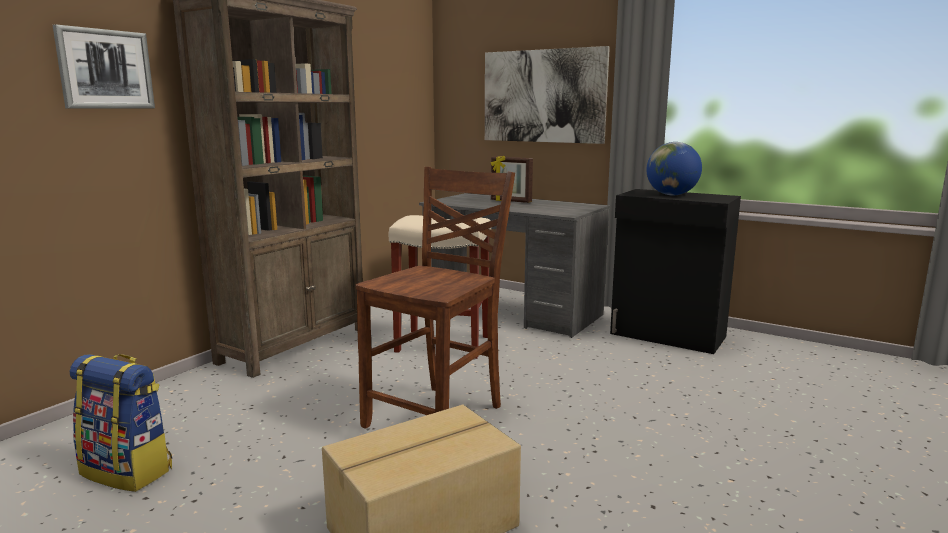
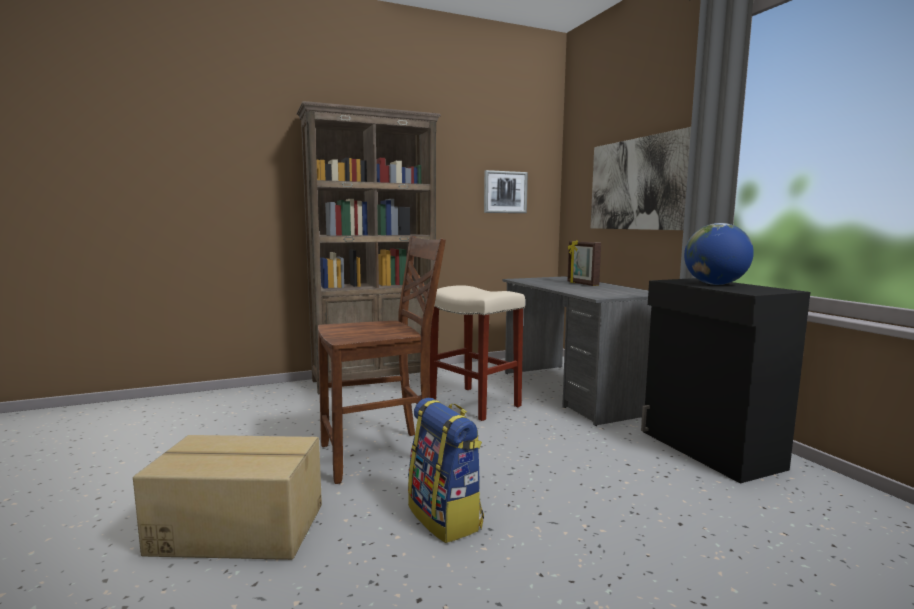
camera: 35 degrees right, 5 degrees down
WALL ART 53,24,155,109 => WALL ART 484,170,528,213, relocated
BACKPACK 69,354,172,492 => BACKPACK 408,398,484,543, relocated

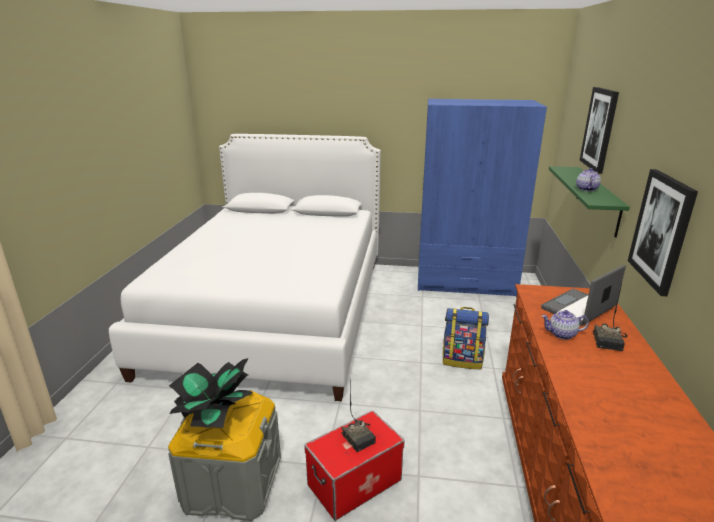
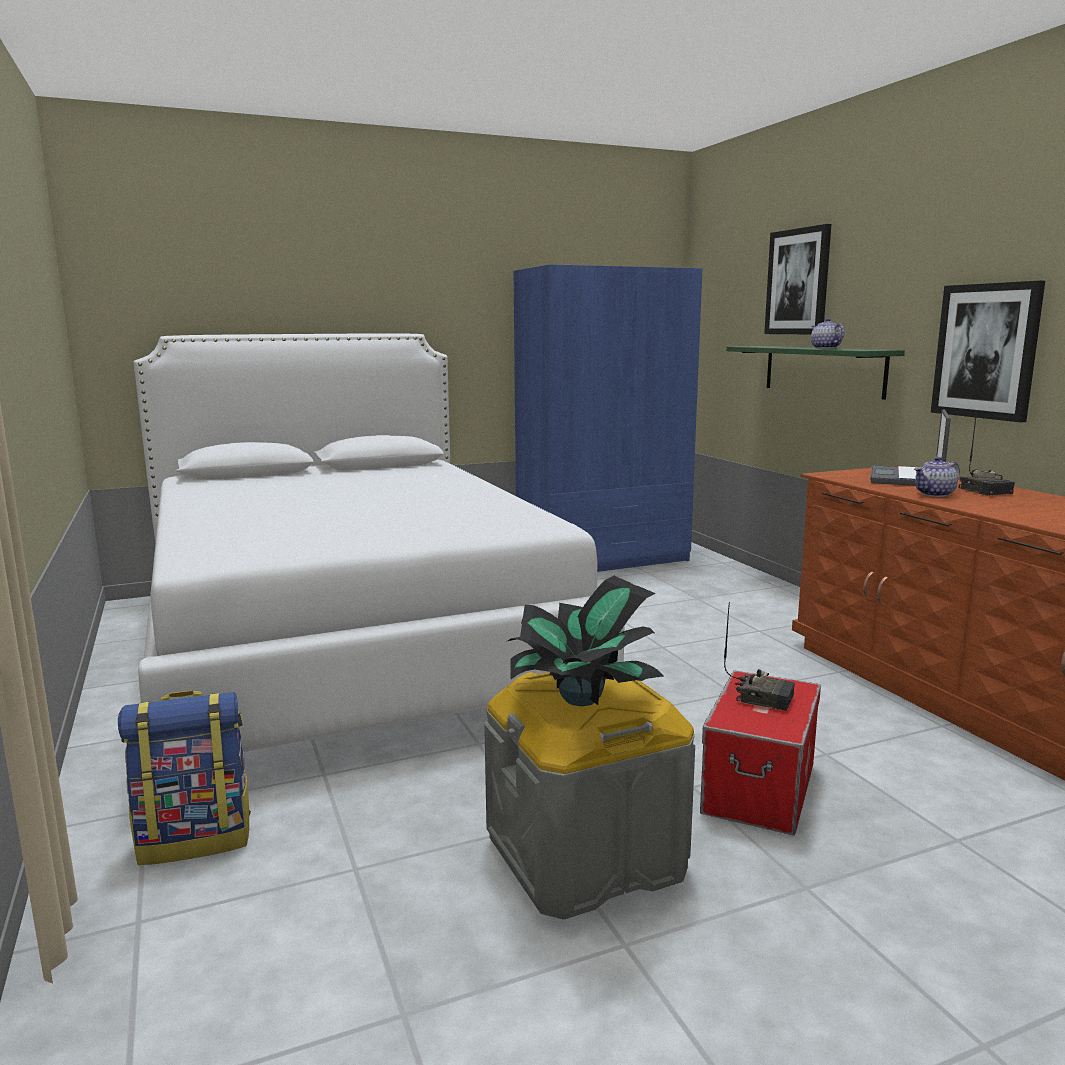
camera: 30 degrees left, 10 degrees down
BACKPACK 443,307,489,369 => BACKPACK 118,690,251,865, relocated

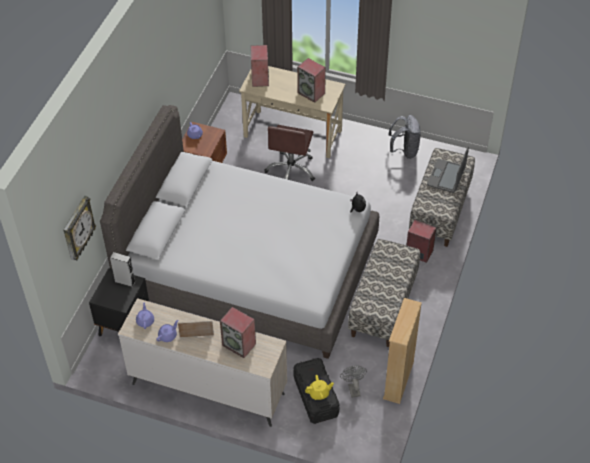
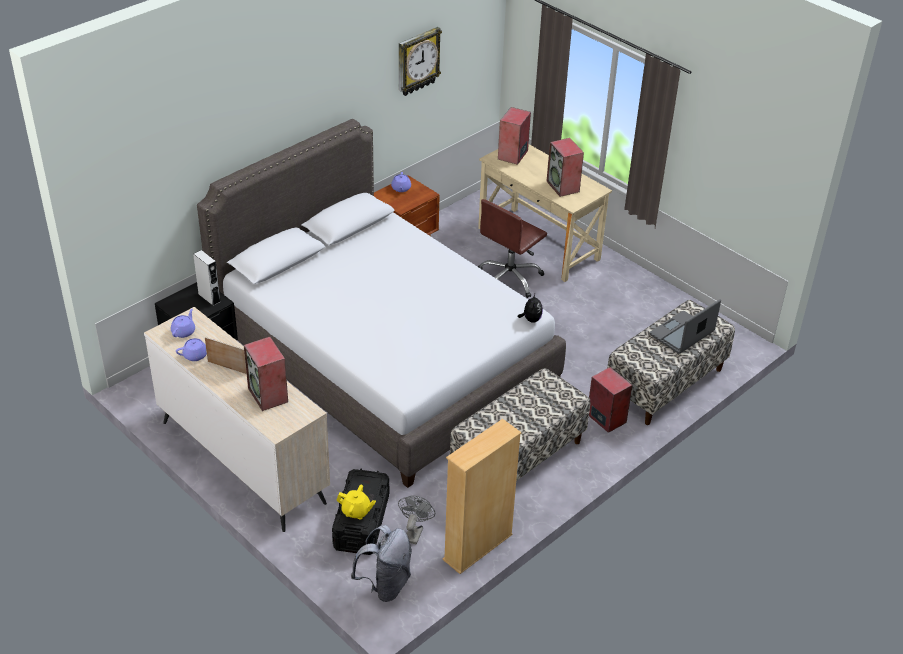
camera: 25 degrees right, 10 degrees down
CLOCK ON THE WALL 63,196,96,260 => CLOCK ON THE WALL 399,27,442,96, relocated
GREYISH BACKPACK 388,115,421,159 => GREYISH BACKPACK 351,525,412,602, relocated

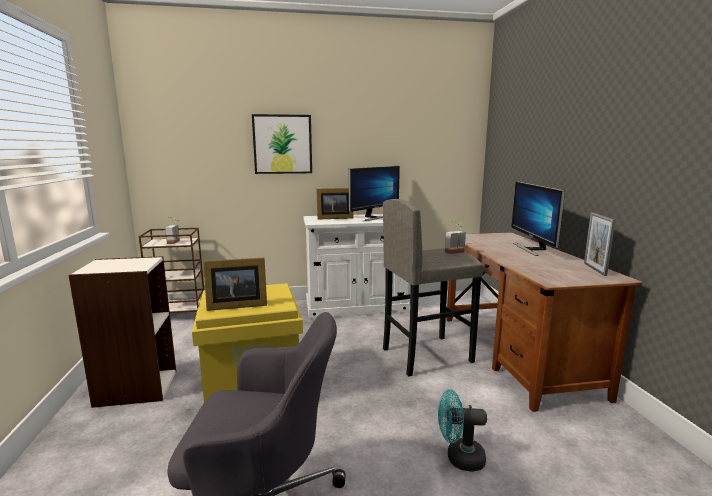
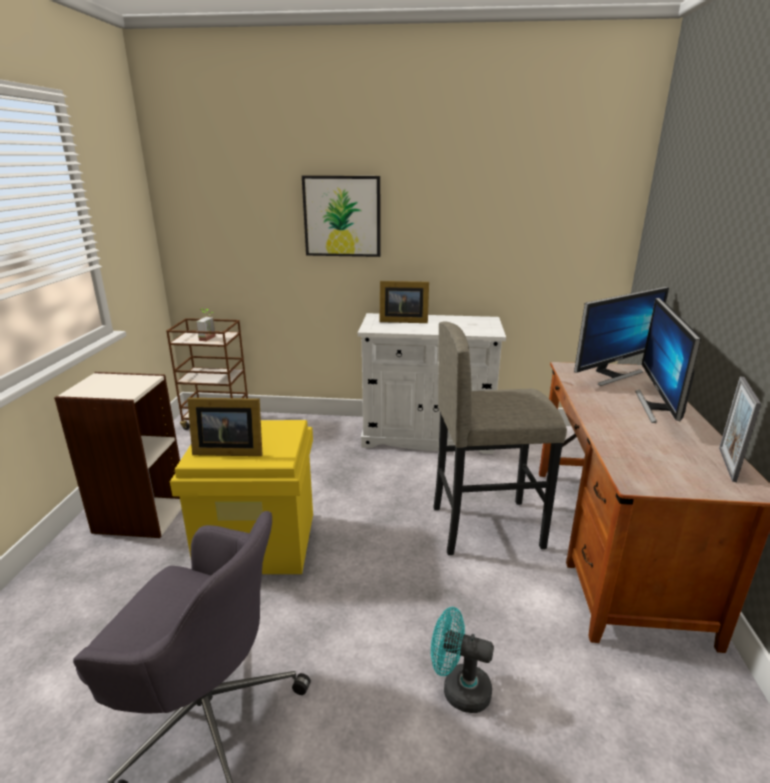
camera: 15 degrees right, 10 degrees up
MONITOR 349,166,400,221 => MONITOR 574,286,669,386, relocated
POTTED PLANT 445,221,466,254 => nothing

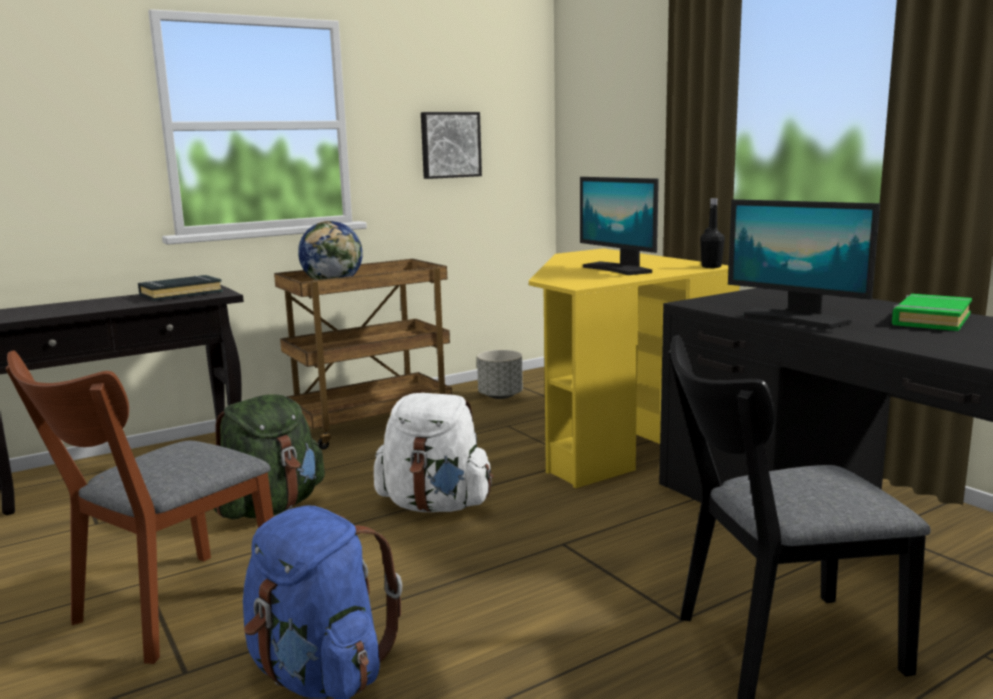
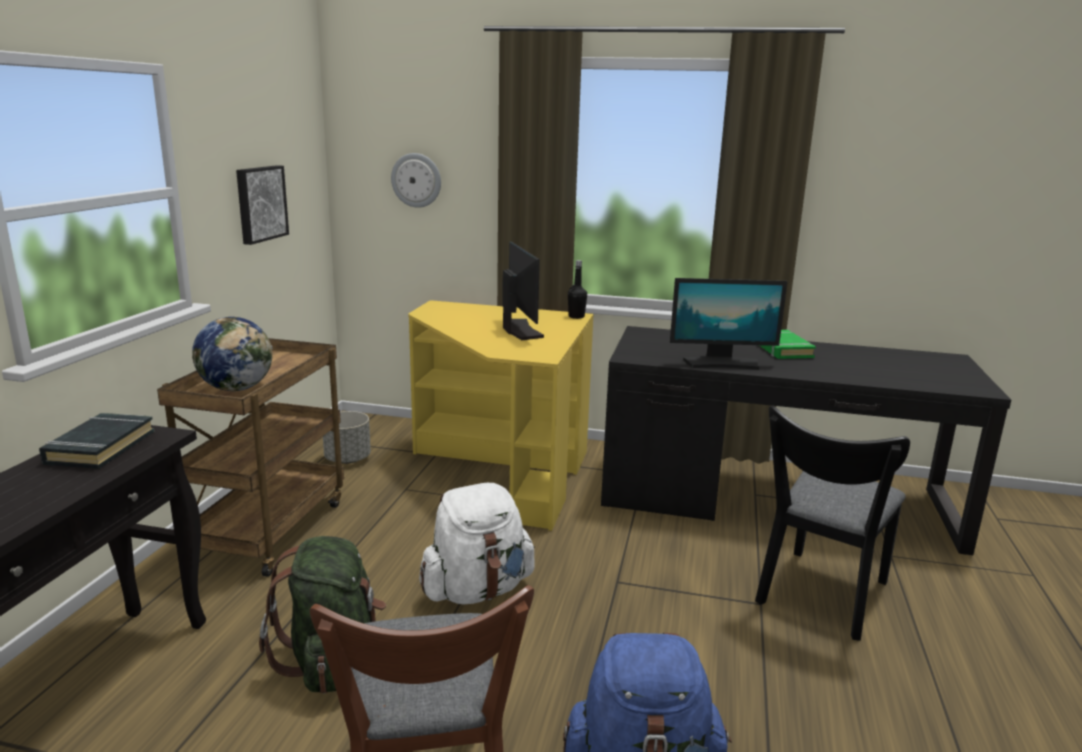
camera: 45 degrees left, 5 degrees up
MONITOR 580,177,659,275 => MONITOR 502,241,544,340, 120 degrees counterclockwise
nothing => CLOCK ON THE WALL 391,153,441,208

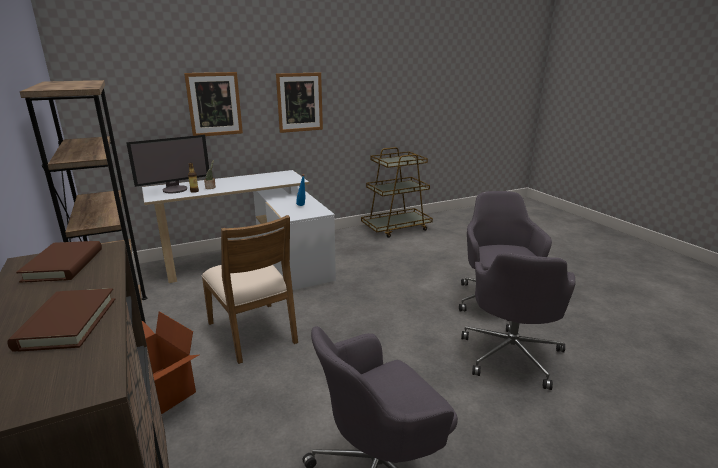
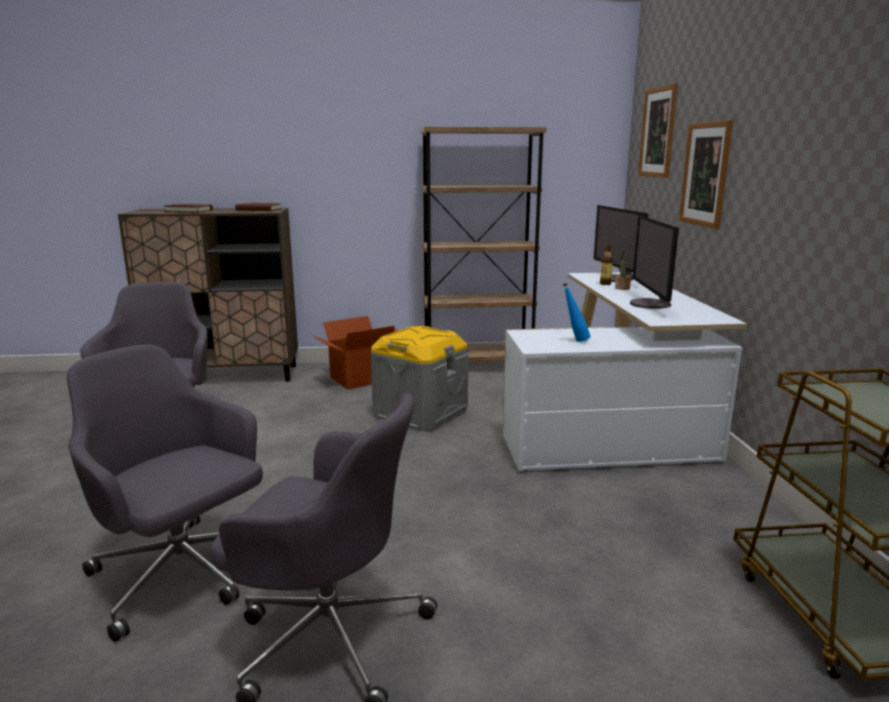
camera: 110 degrees right, 5 degrees down
BROWN-COLOURED CHAIR 202,215,298,364 => GREYISH STORAGE BIN 371,326,469,431
WALL ART 276,72,323,133 => WALL ART 638,83,678,178, relocated
nothing => MONITOR 630,215,679,309

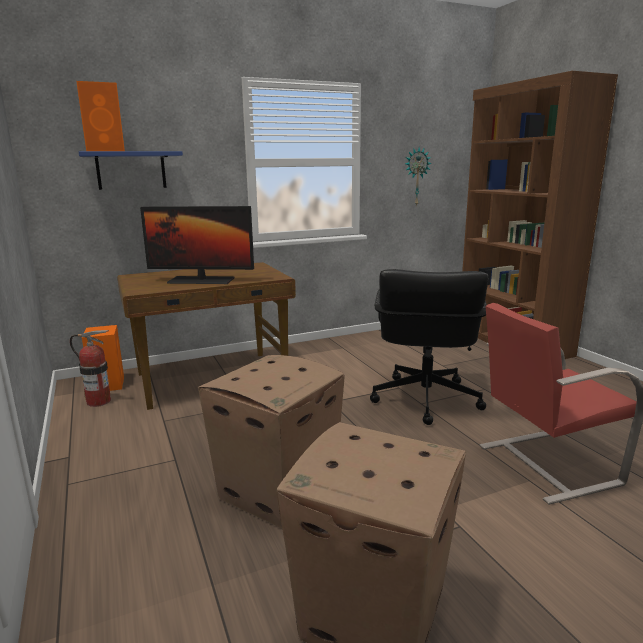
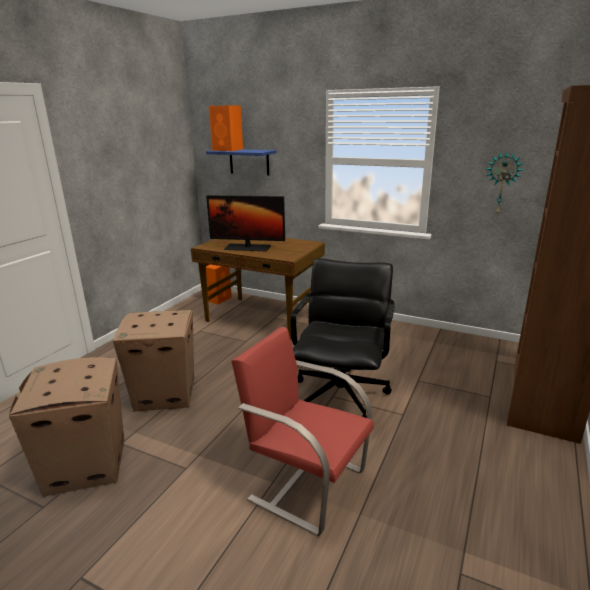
camera: 50 degrees right, 5 degrees up
FIRE-FIGHTING CYLINDER 70,330,111,407 => nothing
MONITOR 140,206,254,284 => MONITOR 206,195,285,251, 45 degrees counterclockwise
BLACK-COLOURED COMPUTER CHAIR 370,269,488,425 => BLACK-COLOURED COMPUTER CHAIR 291,258,395,418, 135 degrees clockwise

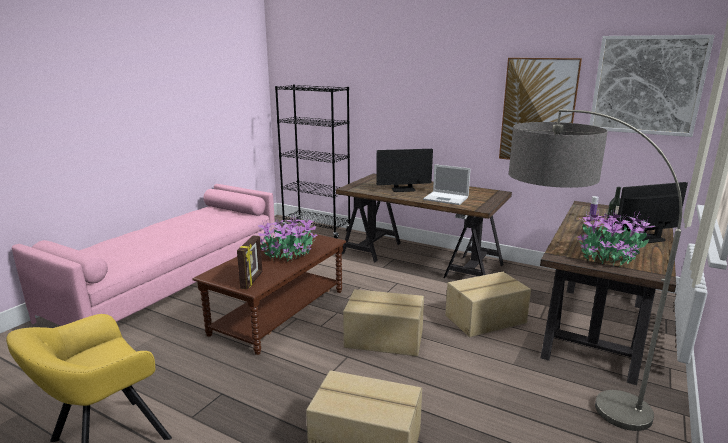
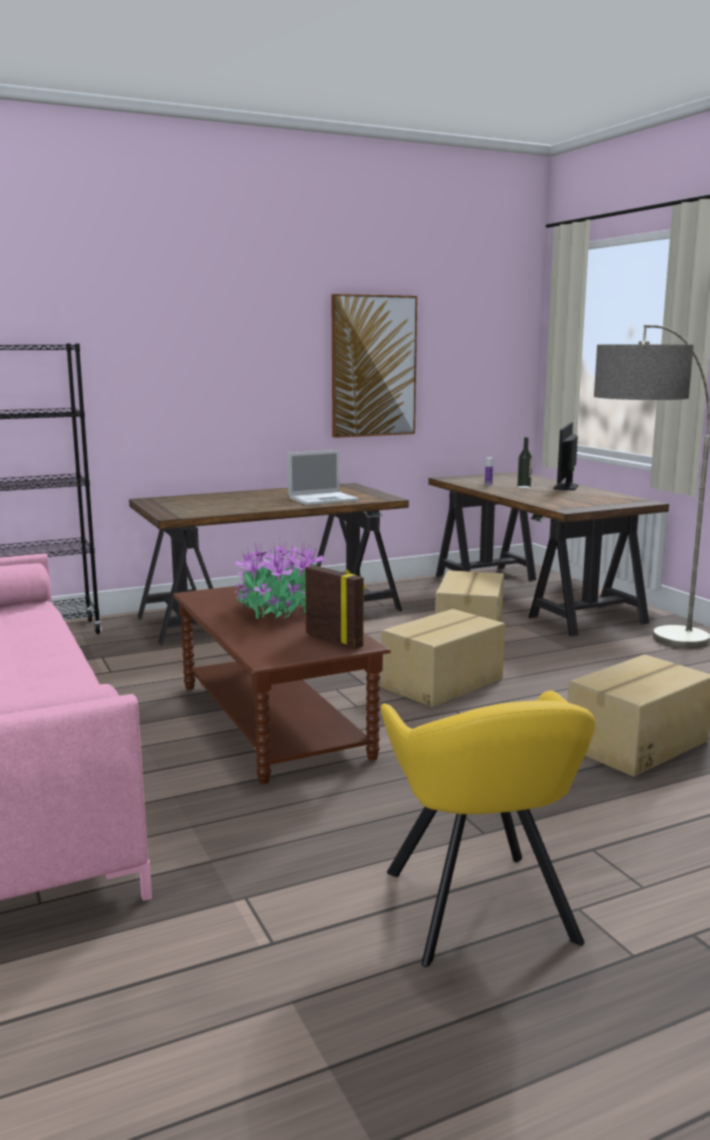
camera: 55 degrees left, 5 degrees down
MONITOR 376,149,433,192 => nothing
POTTED PLANT 577,208,655,267 => nothing
WALL ART 590,35,715,137 => nothing

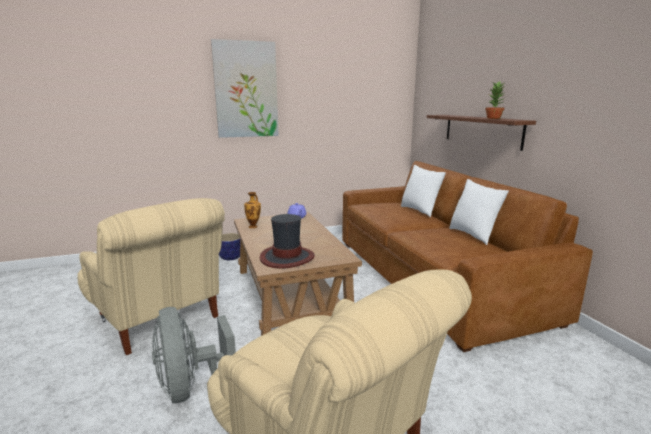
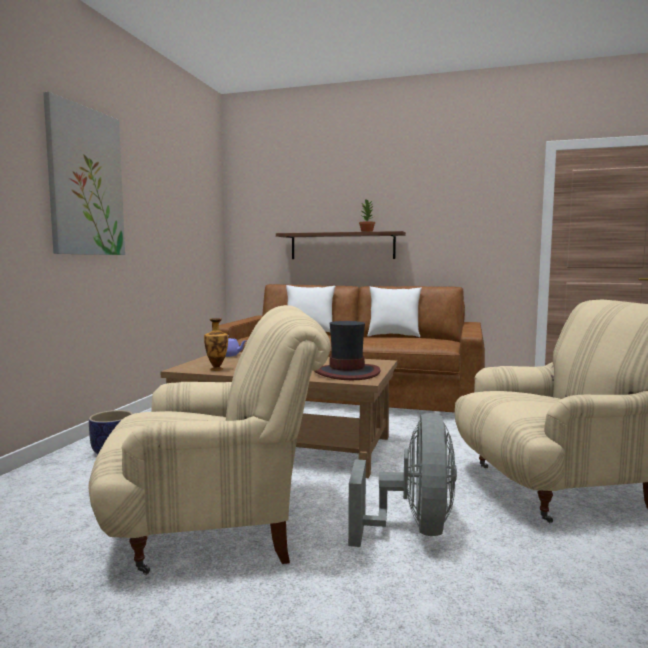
camera: 55 degrees left, 10 degrees down
GREYISH ELECTRIC FAN 152,307,236,403 => GREYISH ELECTRIC FAN 348,413,457,547, 90 degrees counterclockwise

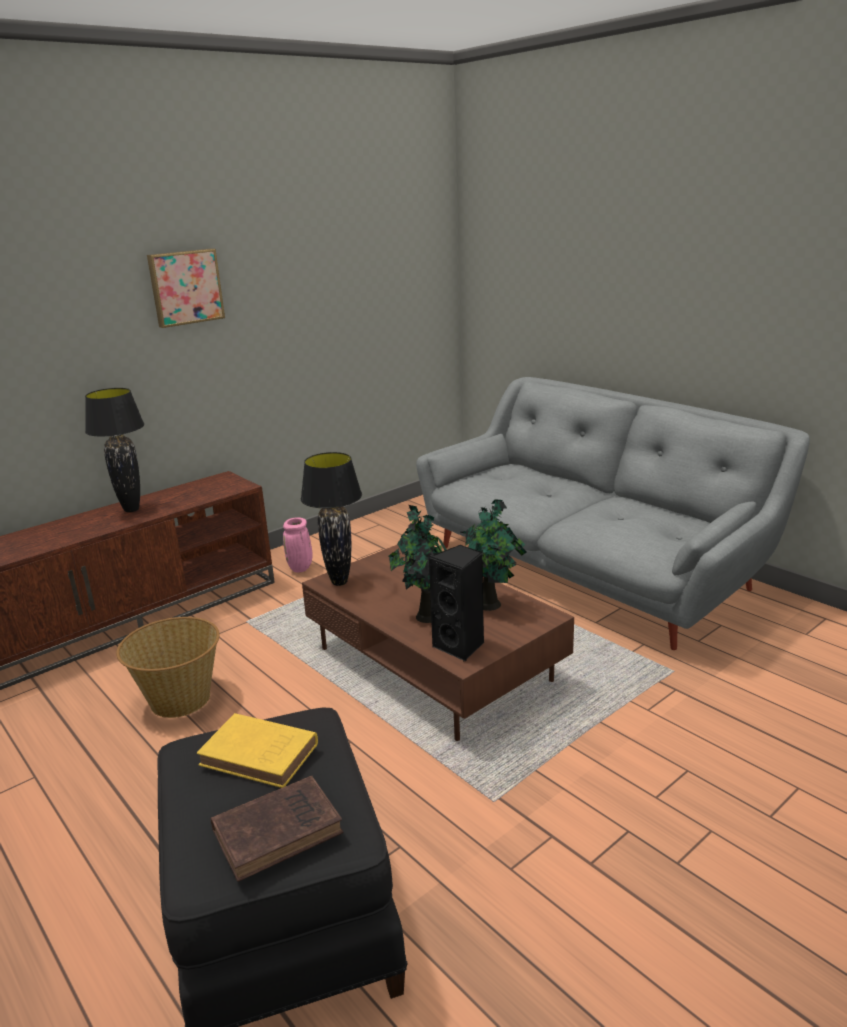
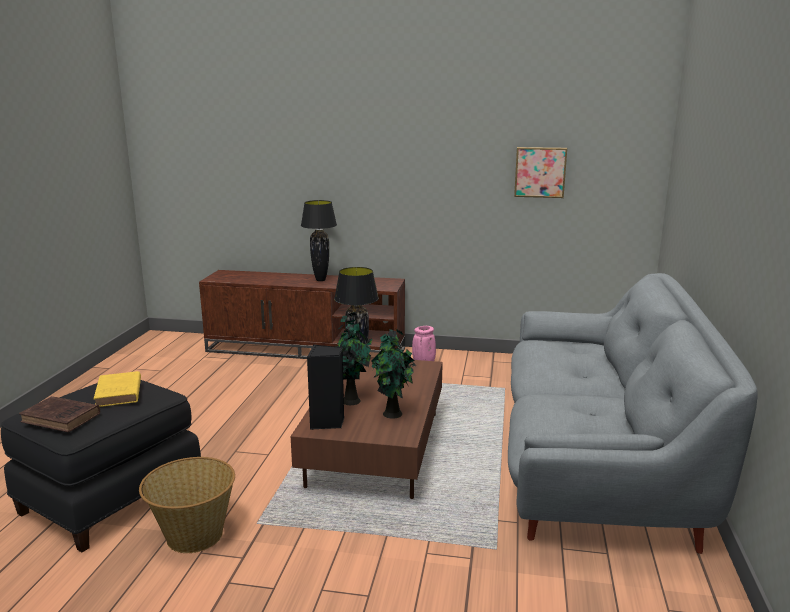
camera: 50 degrees right, 5 degrees down
BASKET 116,617,220,718 => BASKET 139,457,235,553, relocated
WALL ART 147,248,225,328 => WALL ART 514,147,567,198, relocated

